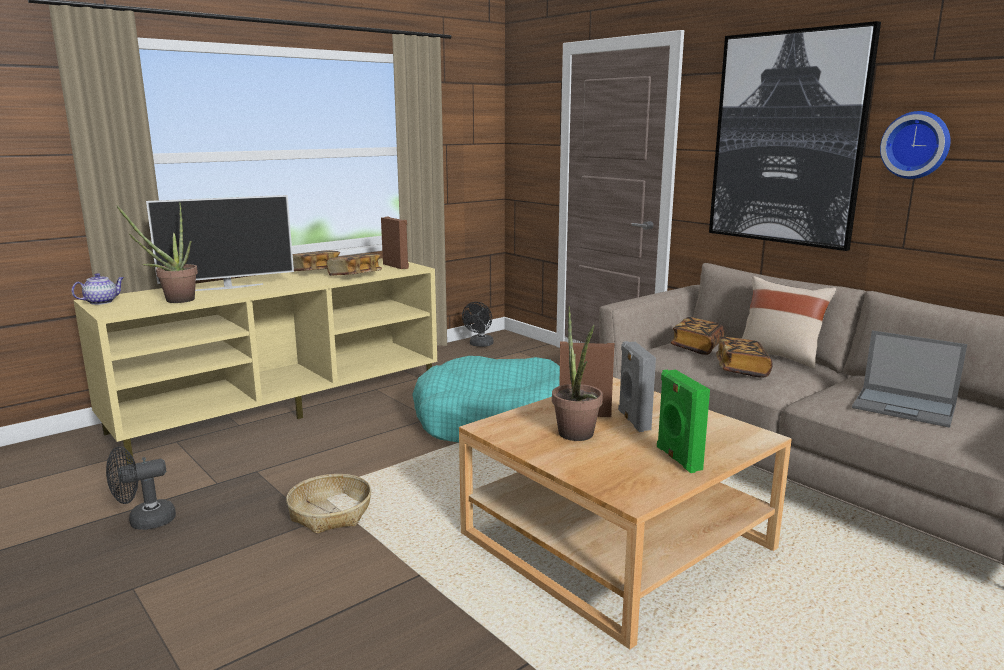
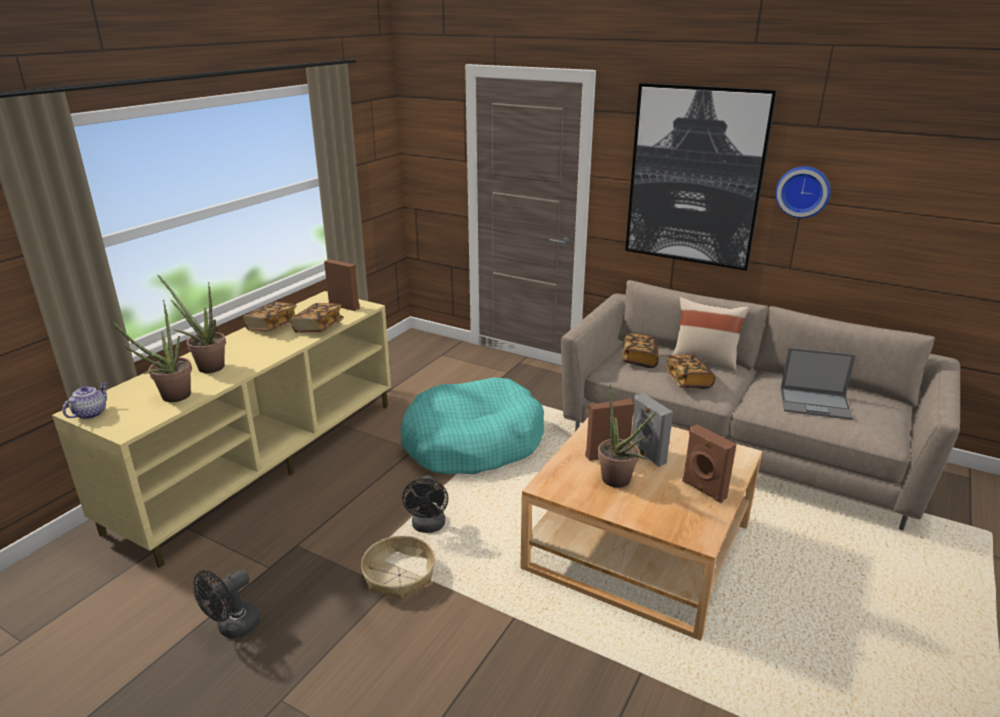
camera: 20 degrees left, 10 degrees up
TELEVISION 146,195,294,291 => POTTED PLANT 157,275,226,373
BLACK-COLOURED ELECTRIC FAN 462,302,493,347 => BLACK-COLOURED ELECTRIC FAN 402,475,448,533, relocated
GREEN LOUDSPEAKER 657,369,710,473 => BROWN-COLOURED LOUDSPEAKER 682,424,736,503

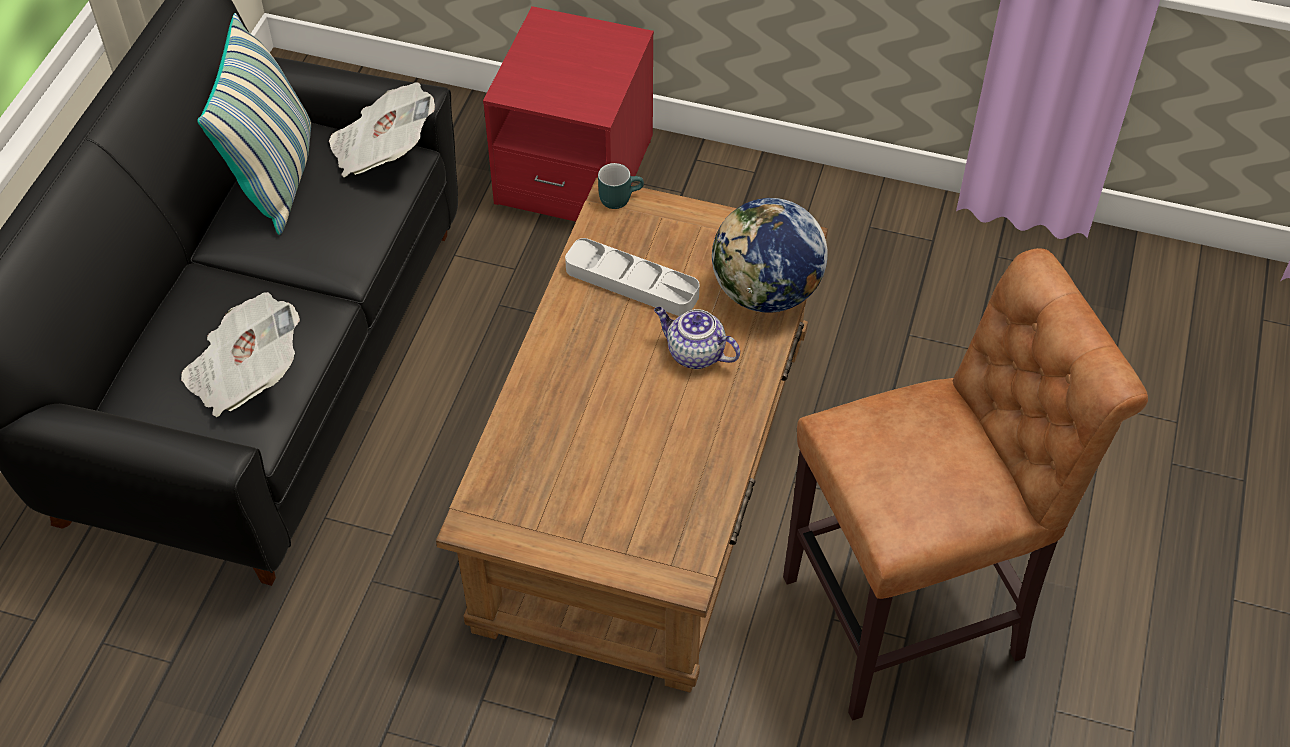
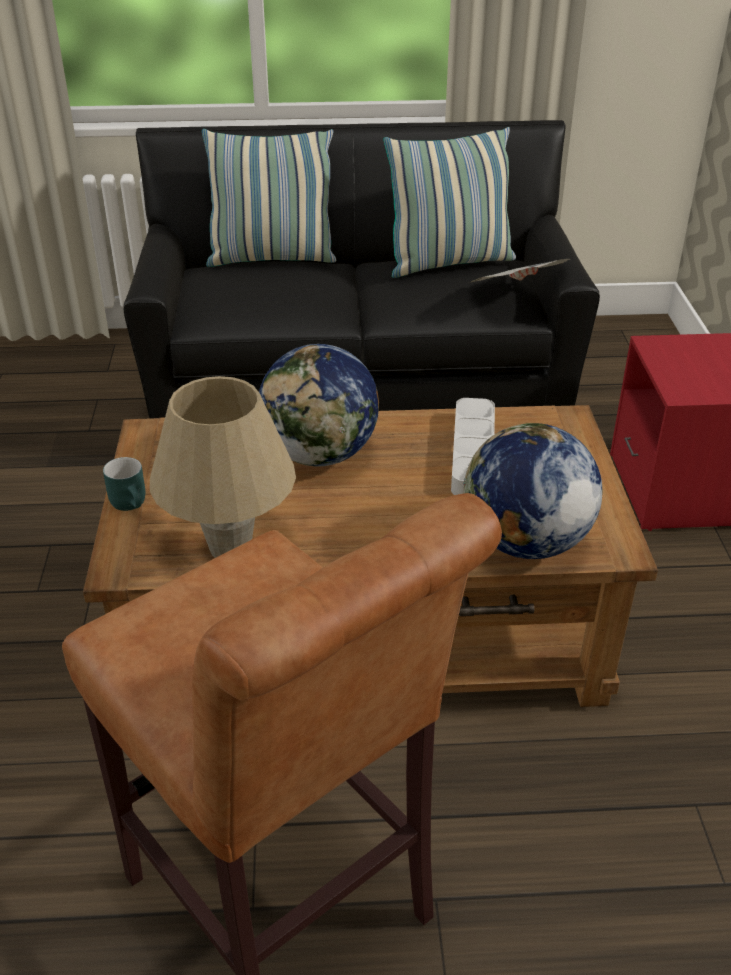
camera: 70 degrees right, 15 degrees down
NEWSPAPER 181,292,300,417 => nothing
BLUE-GREEN COFFEE MUG 598,163,644,209 => BLUE-GREEN COFFEE MUG 103,457,145,511, relocated
POT FOR TEA 654,307,740,369 => nothing
nothing => BEIGE-COLOURED TABLE LAMP 150,376,296,558
nothing => PILLOW 202,129,336,267
nothing => WORLD GLOBE 259,344,379,467

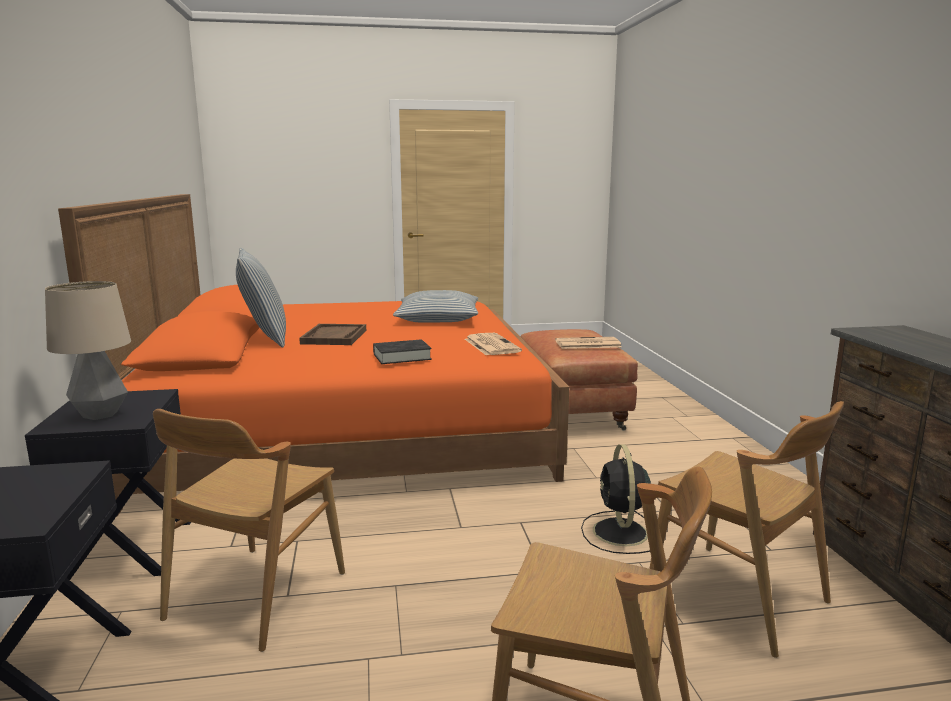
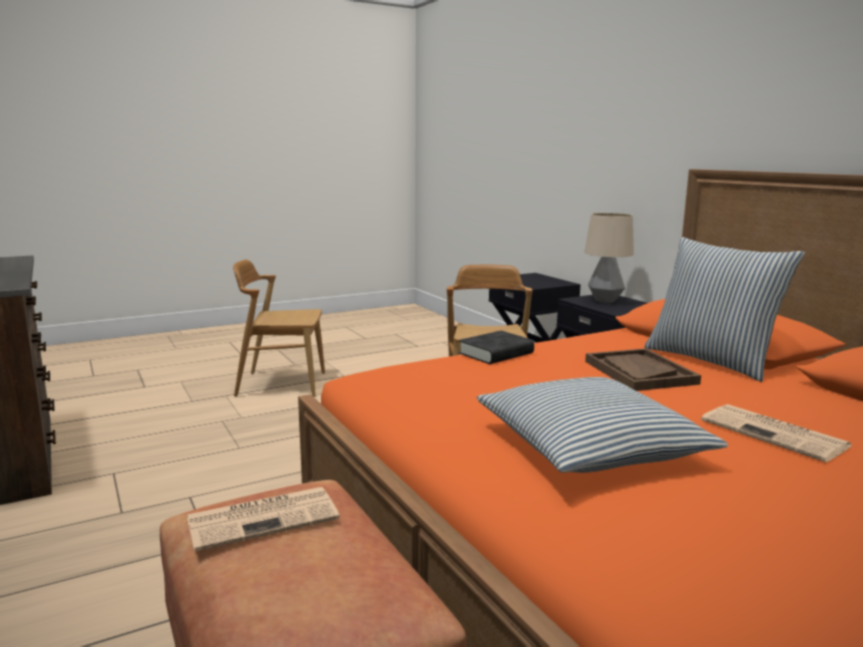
camera: 160 degrees right, 0 degrees up
NEWSPAPER 465,333,522,355 => NEWSPAPER 701,404,851,462, relocated
BLACK-COLOURED ELECTRIC FAN 581,444,651,554 => nothing
BROWN-COLOURED CHAIR 649,401,844,658 => nothing

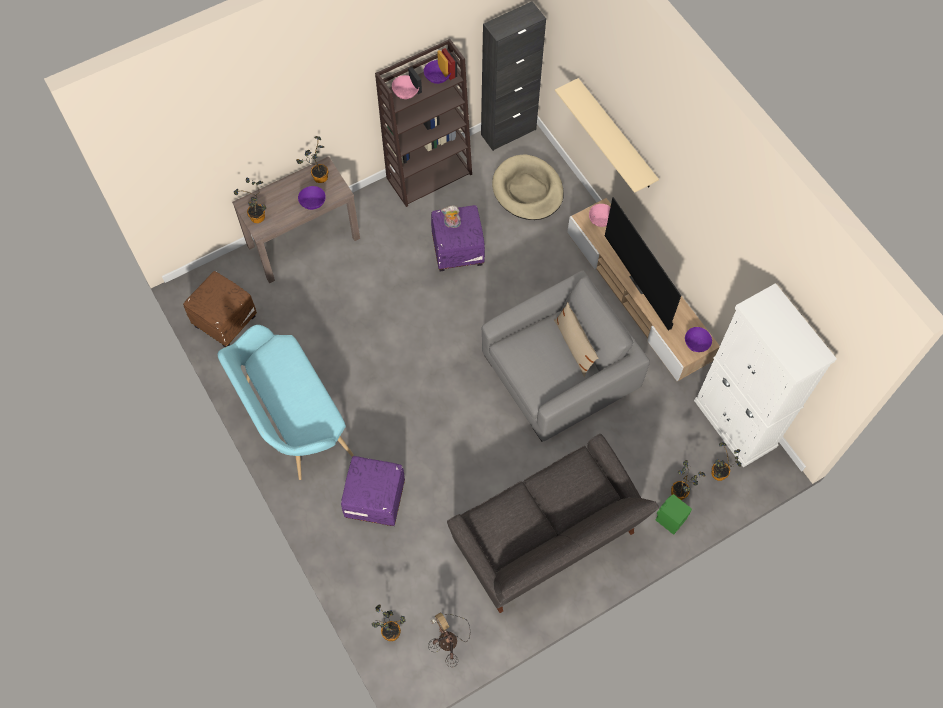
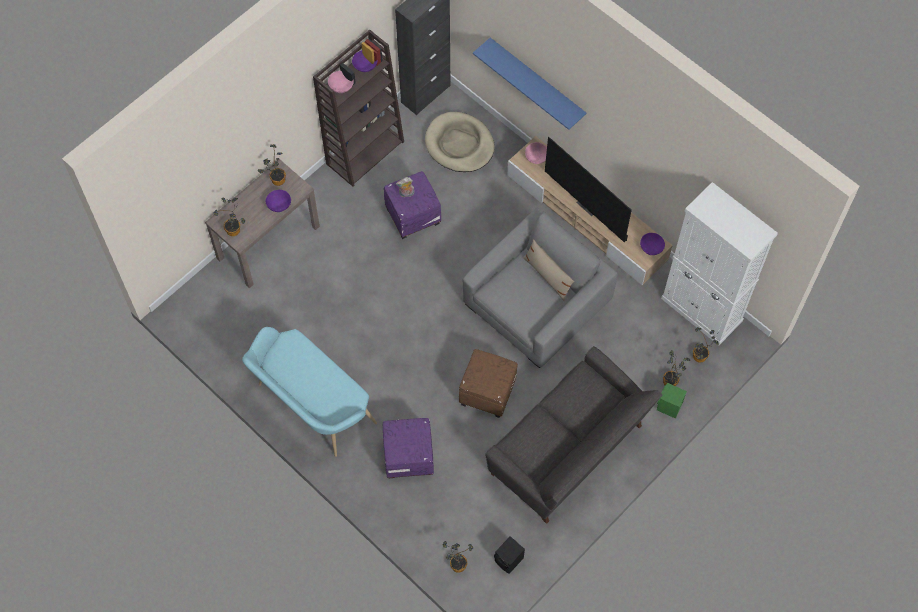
camera: 15 degrees left, 0 degrees up
BROWN-COLOURED OTTOMAN 183,271,257,347 => BROWN-COLOURED OTTOMAN 459,349,518,418, relocated
TABLE LAMP 428,612,470,667 => BLACK-COLOURED LOUDSPEAKER 494,536,525,574
BEIGE-COLOURED SHELF 555,78,659,193 => BLUISH SHELF 473,38,586,130

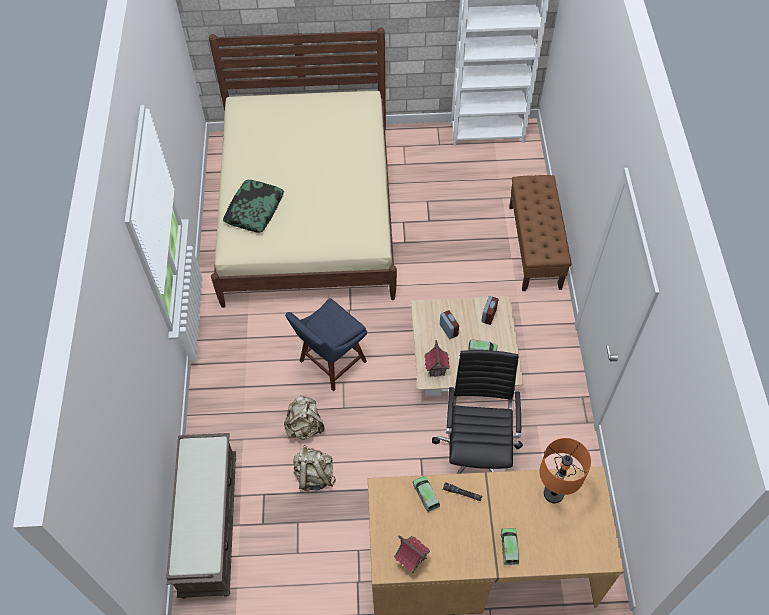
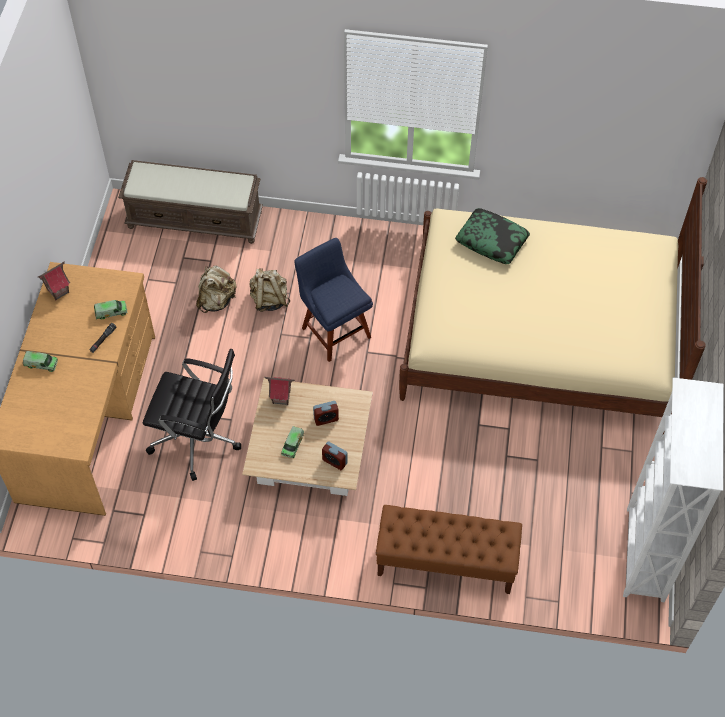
camera: 100 degrees right, 0 degrees up
ORANGE-COLOURED TABLE LAMP 539,438,591,504 => nothing

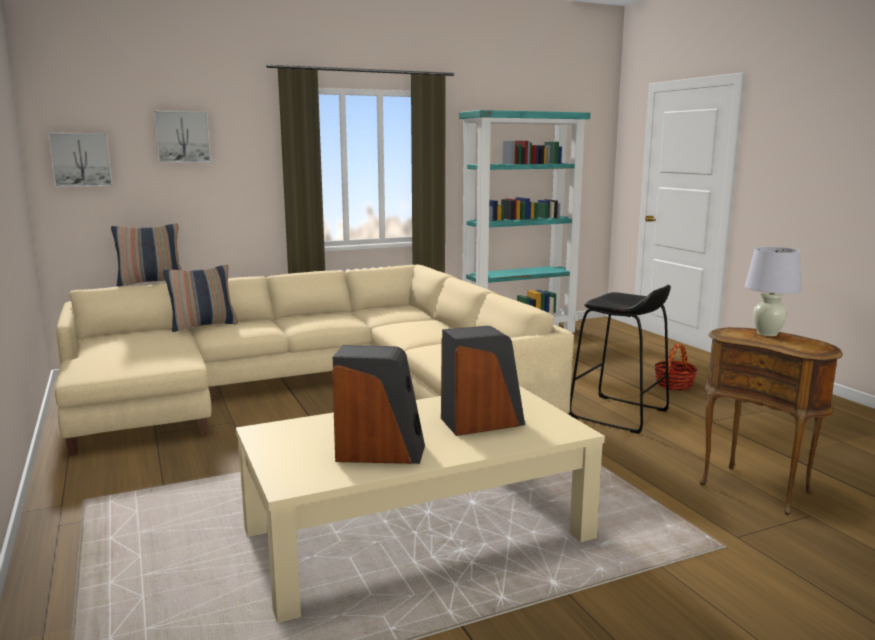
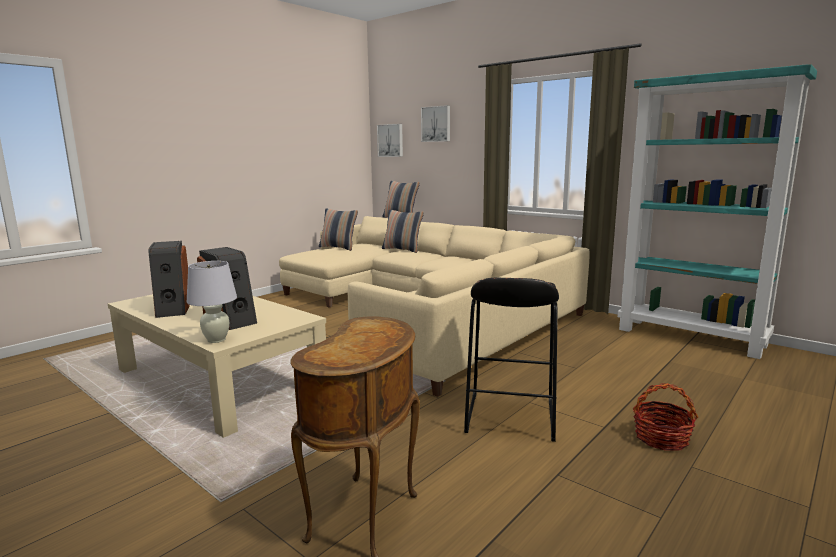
camera: 65 degrees right, 0 degrees up
WHITISH TABLE LAMP 745,247,801,336 => WHITISH TABLE LAMP 187,261,237,343, relocated
nothing => PILLOW 319,208,358,251

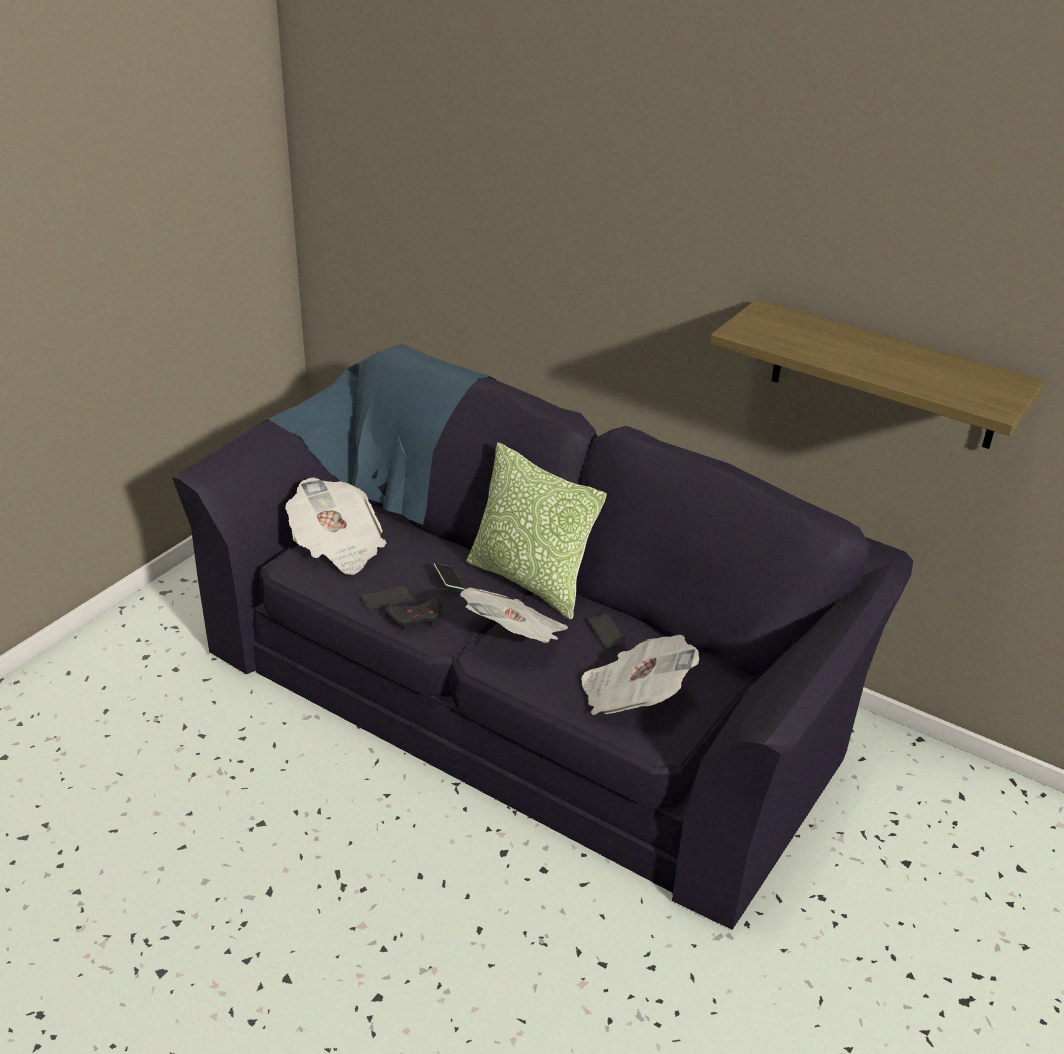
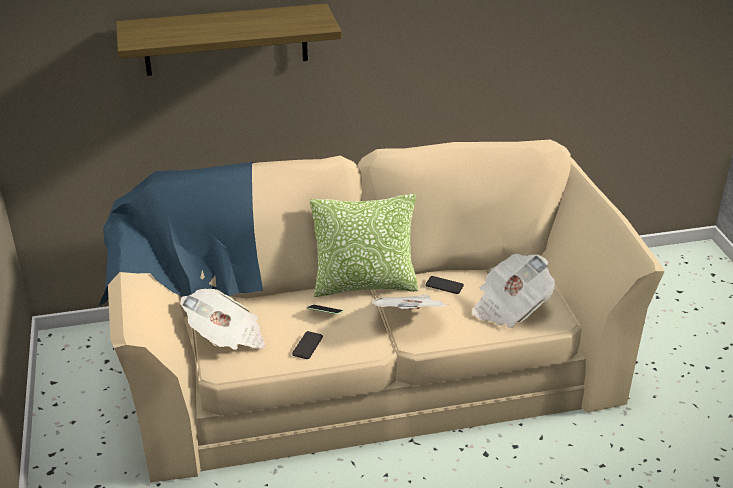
camera: 45 degrees left, 0 degrees up
BLACK-COLOURED SETTEE 172,344,913,930 => BEIGE-COLOURED SETTEE 99,140,665,482
BLACK-COLOURED JOYPAD 385,599,442,631 => nothing
SHELF 710,299,1045,449 => SHELF 116,4,342,76, relocated

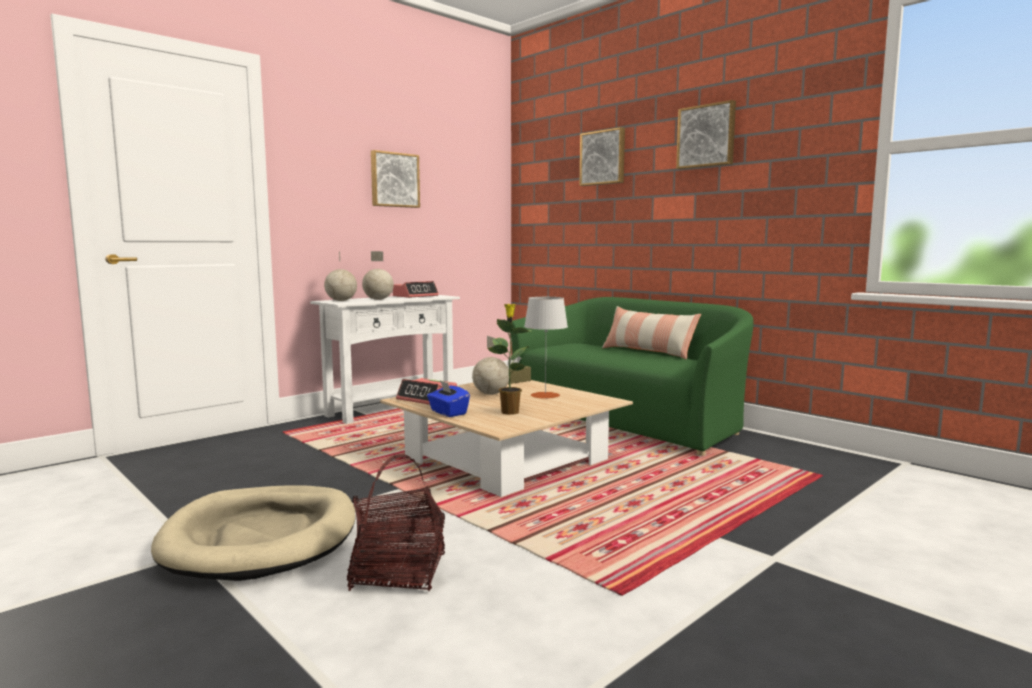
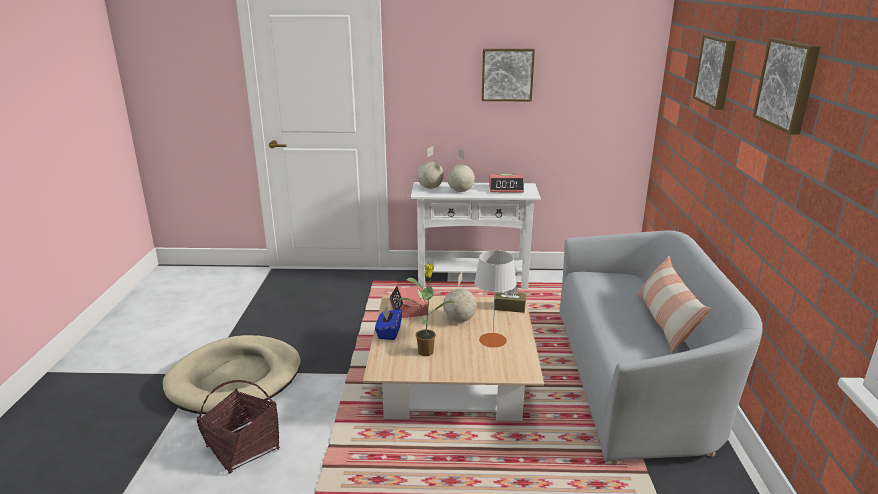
camera: 45 degrees right, 15 degrees up
GREEN SETTEE 511,297,754,456 => GREYISH SETTEE 560,231,763,465

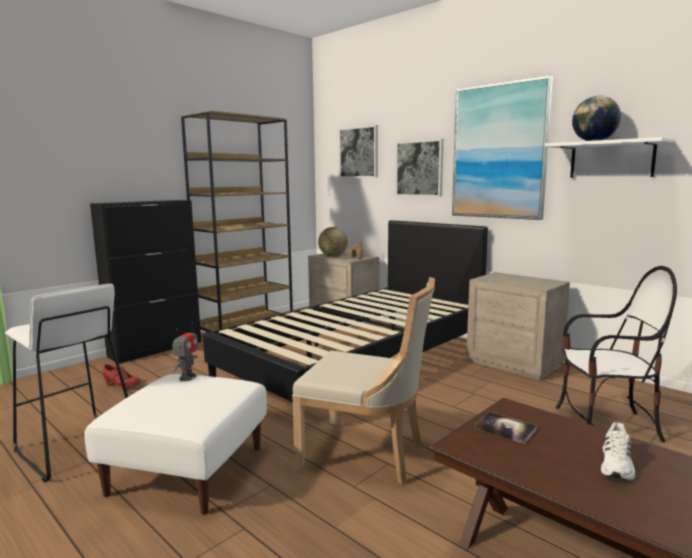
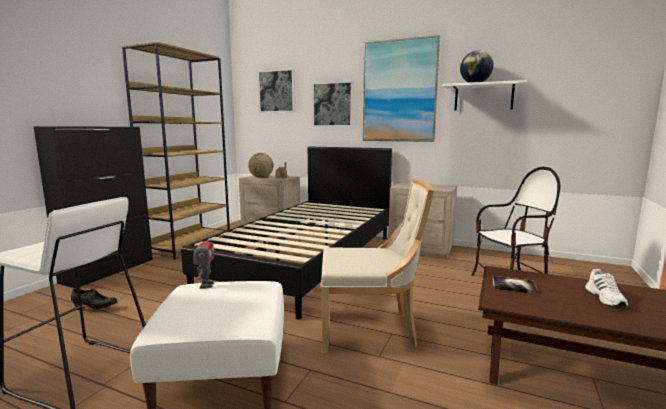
camera: 20 degrees left, 0 degrees up
RED-COLOURED LOW SHOE 102,364,141,387 => BLACK-COLOURED LOW SHOE 71,289,117,310

